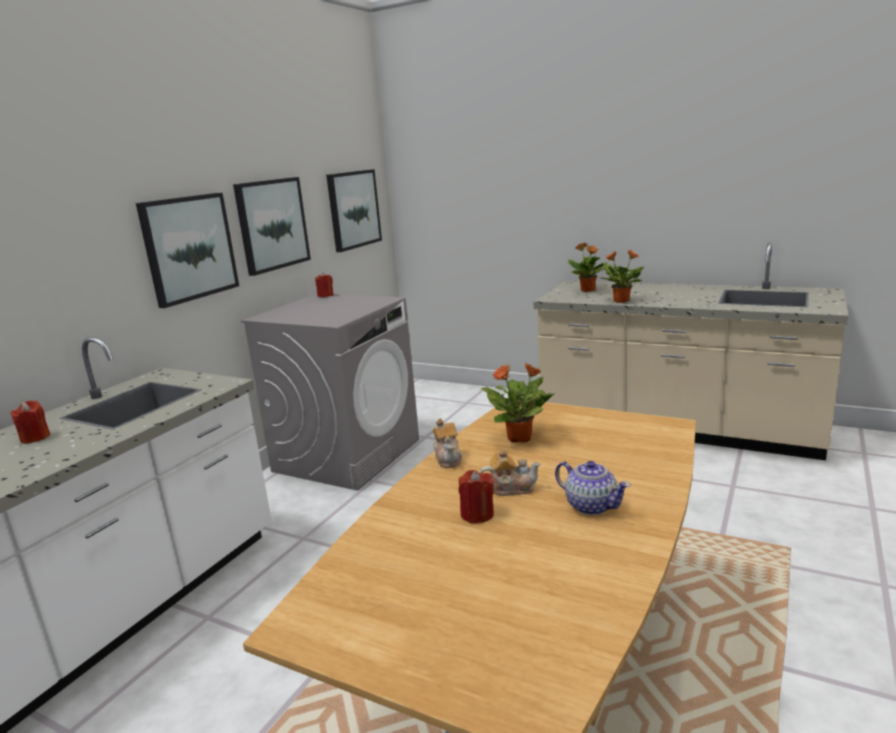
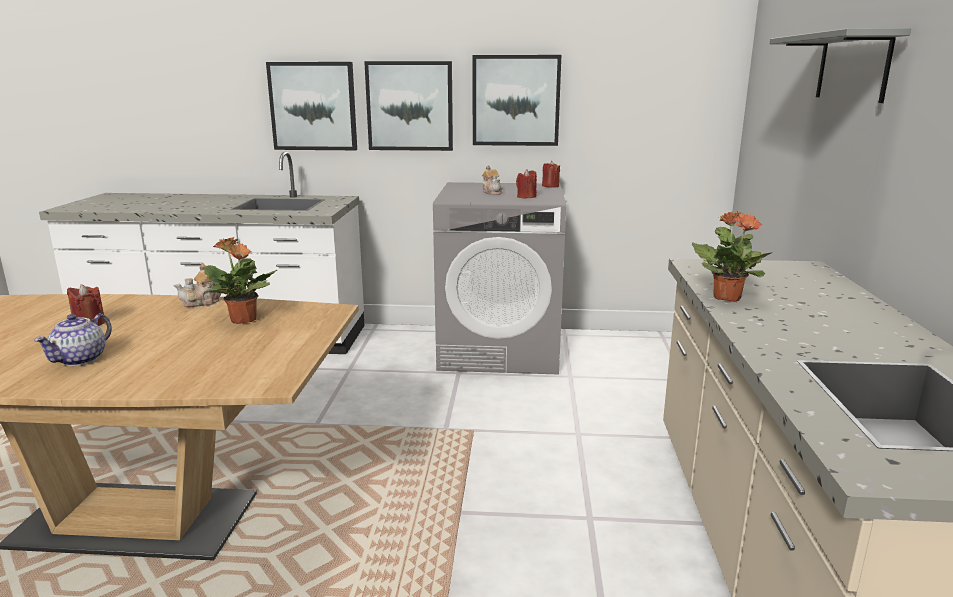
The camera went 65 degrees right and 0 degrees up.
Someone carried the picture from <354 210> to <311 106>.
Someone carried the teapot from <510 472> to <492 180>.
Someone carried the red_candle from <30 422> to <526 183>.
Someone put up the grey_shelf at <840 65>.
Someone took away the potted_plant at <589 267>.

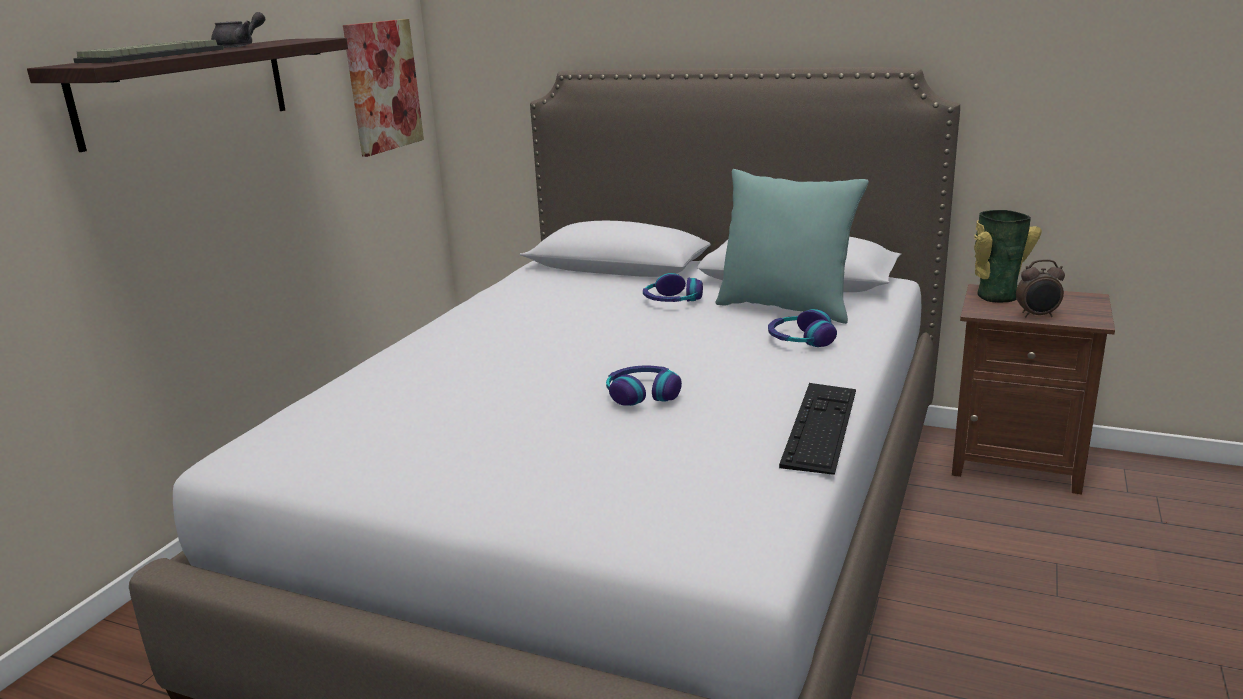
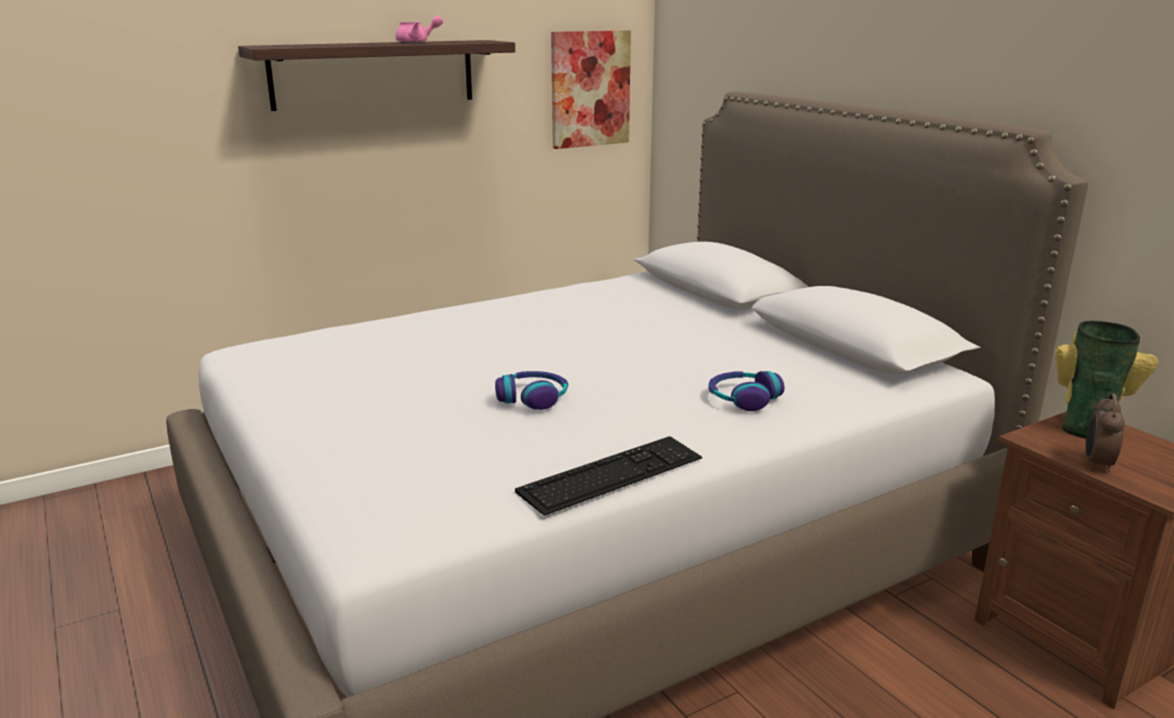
The camera went 35 degrees right and 0 degrees up.
Someone repainted the grey_teapot at <238 30>, which became the pink_teapot at <419 29>.
Someone rotated the alarm_clock at <1040 288> by 75 degrees clockwise.
Someone took away the keyboard at <148 51>.
Someone took away the headphones at <673 287>.
Someone took away the turquoise_pillow at <792 246>.

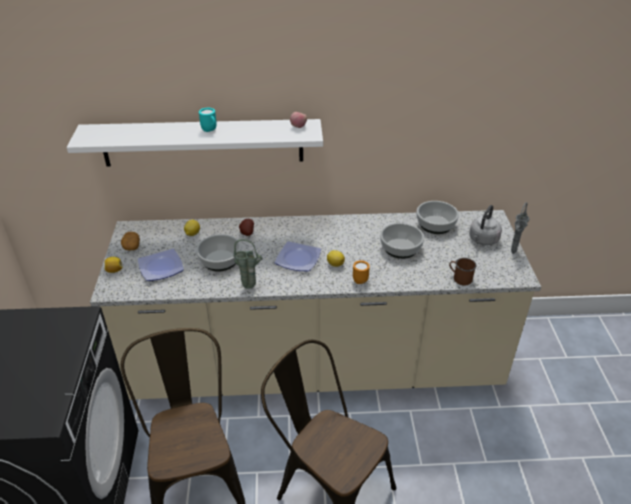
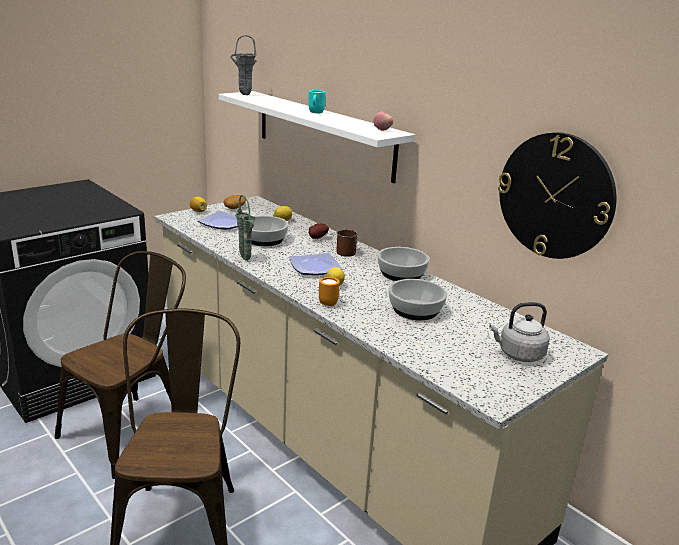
The camera went 50 degrees right and 15 degrees down.
Someone carried the grey_vase from <520 228> to <243 65>.
Someone carried the brown_mug from <463 271> to <347 243>.
Someone carried the bowl from <438 217> to <403 264>.
Someone put up the wall_clock at <557 195>.

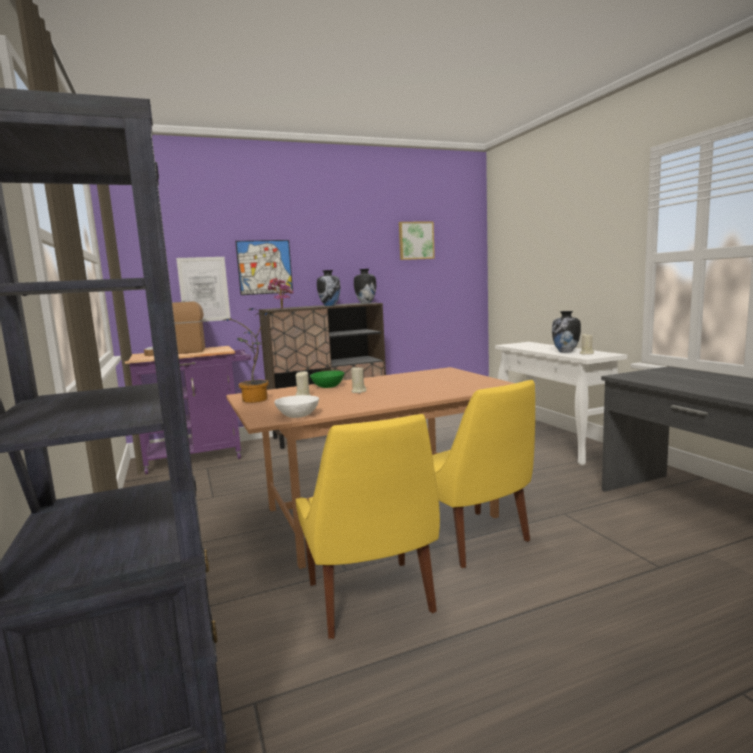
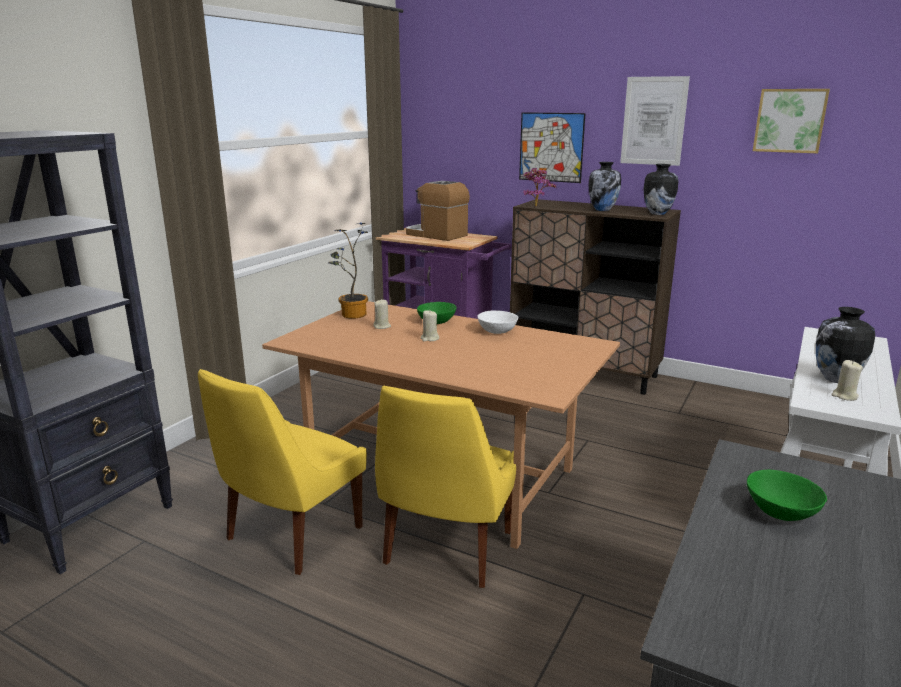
The camera went 50 degrees right and 10 degrees up.
Someone carried the white_bowl from <296 406> to <497 322>.
Someone carried the picture from <203 289> to <655 121>.
Someone put down the green_bowl at <787 495>.

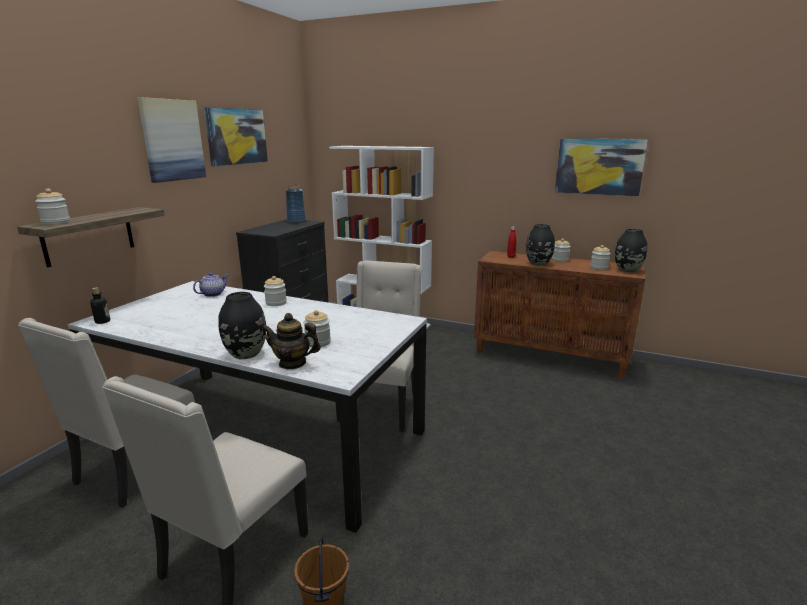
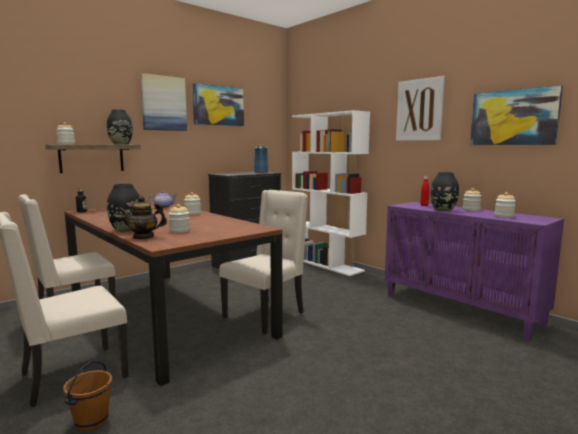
The camera went 25 degrees right and 10 degrees down.
Someone repainted the white_dining_table at <247 407>, which became the brown_dining_table at <173 294>.
Someone carried the black_vase from <631 251> to <120 126>.
Someone rotated the teapot at <291 341> by 45 degrees counterclockwise.
Someone repainted the brown_cabinet at <560 314>, which became the purple_cabinet at <474 271>.
Someone put up the picture at <420 108>.

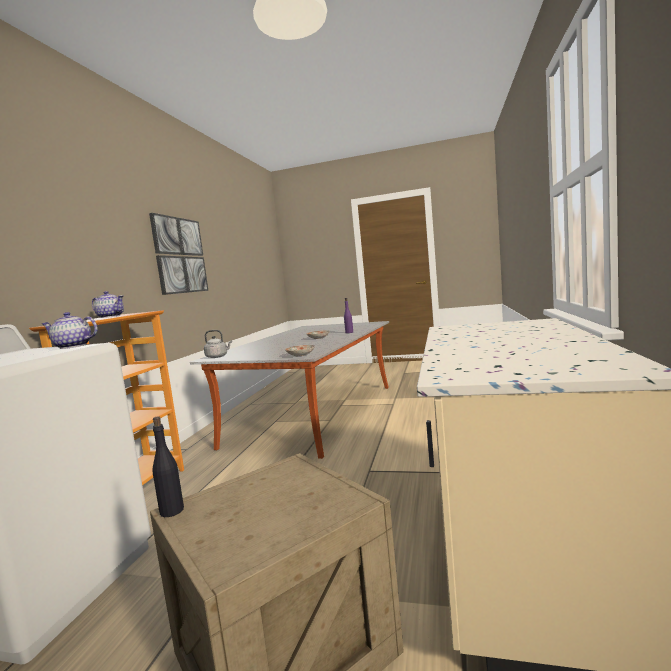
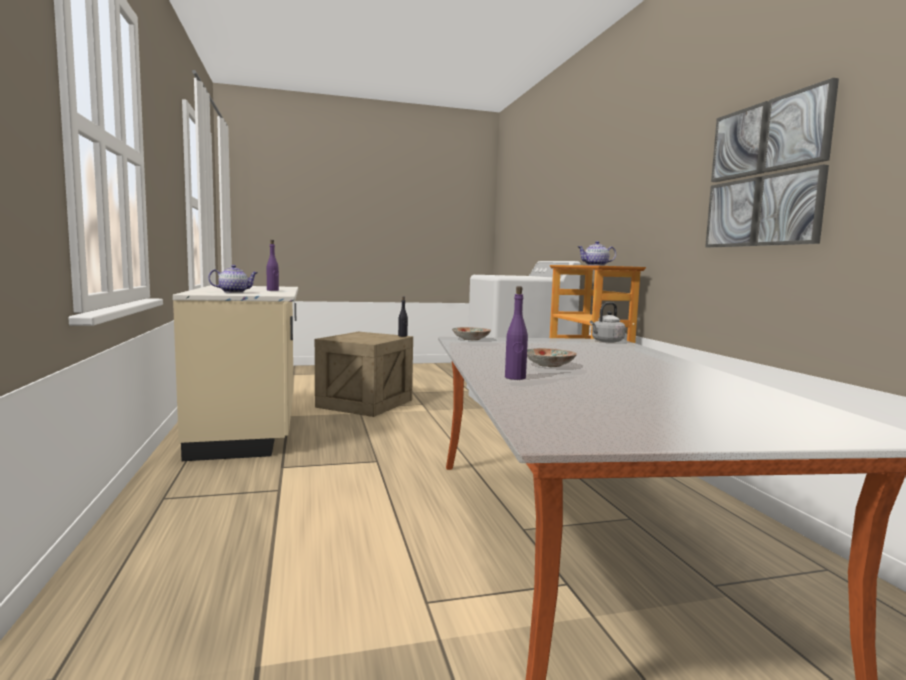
The camera went 150 degrees right and 0 degrees up.
Someone carried the teapot from <70 330> to <233 279>.
Someone put down the purple_bottle at <273 265>.

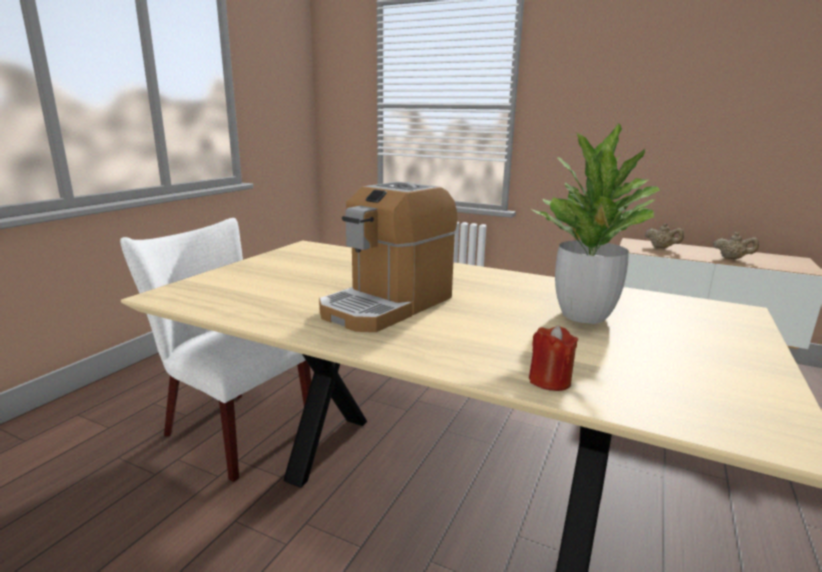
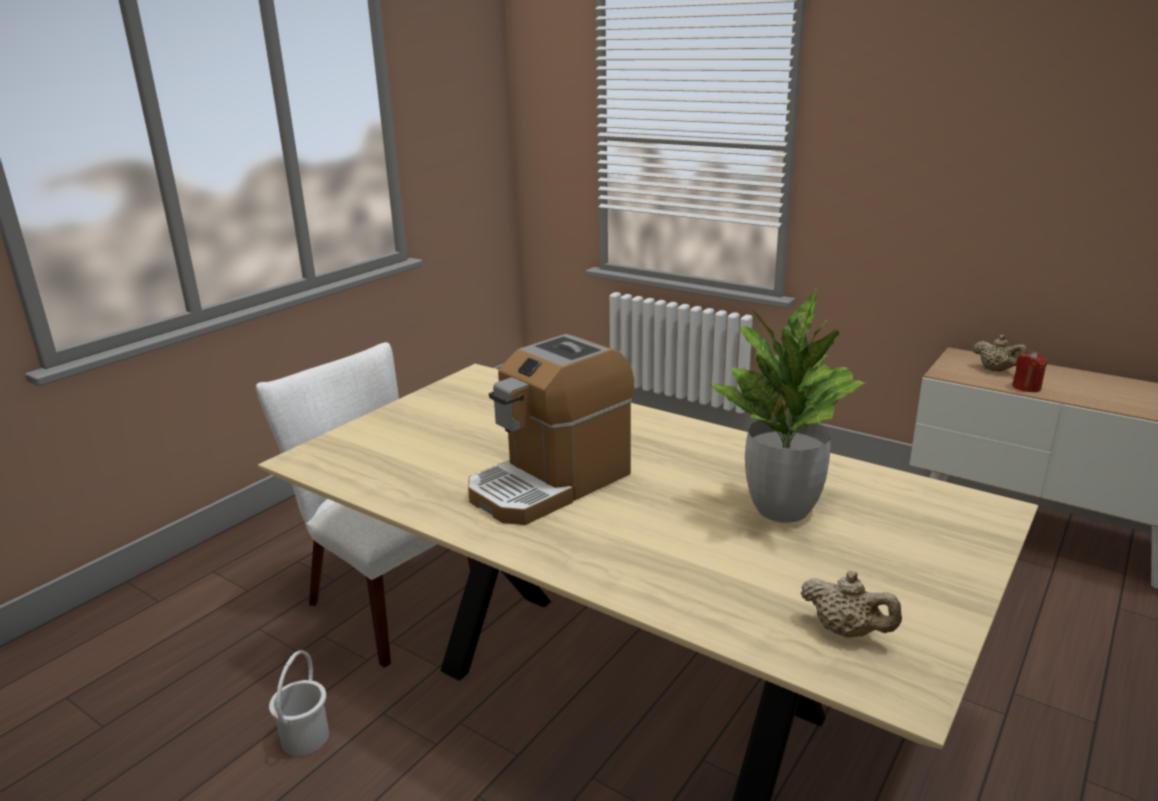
The camera went 10 degrees right and 5 degrees up.
Someone put down the white_bucket at <299 703>.
Someone carried the beige_teapot from <736 245> to <851 604>.
Someone carried the red_candle from <553 358> to <1030 371>.

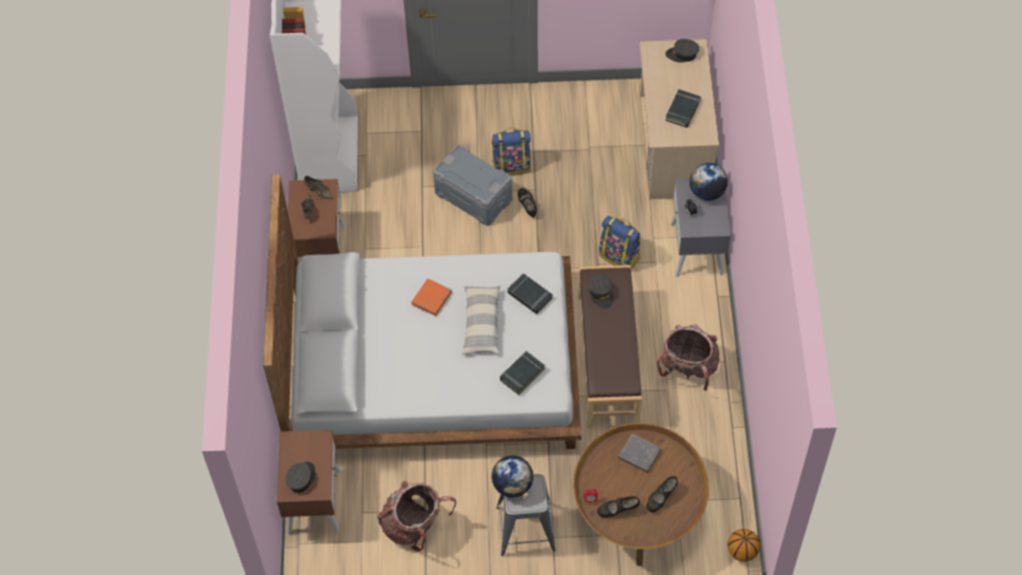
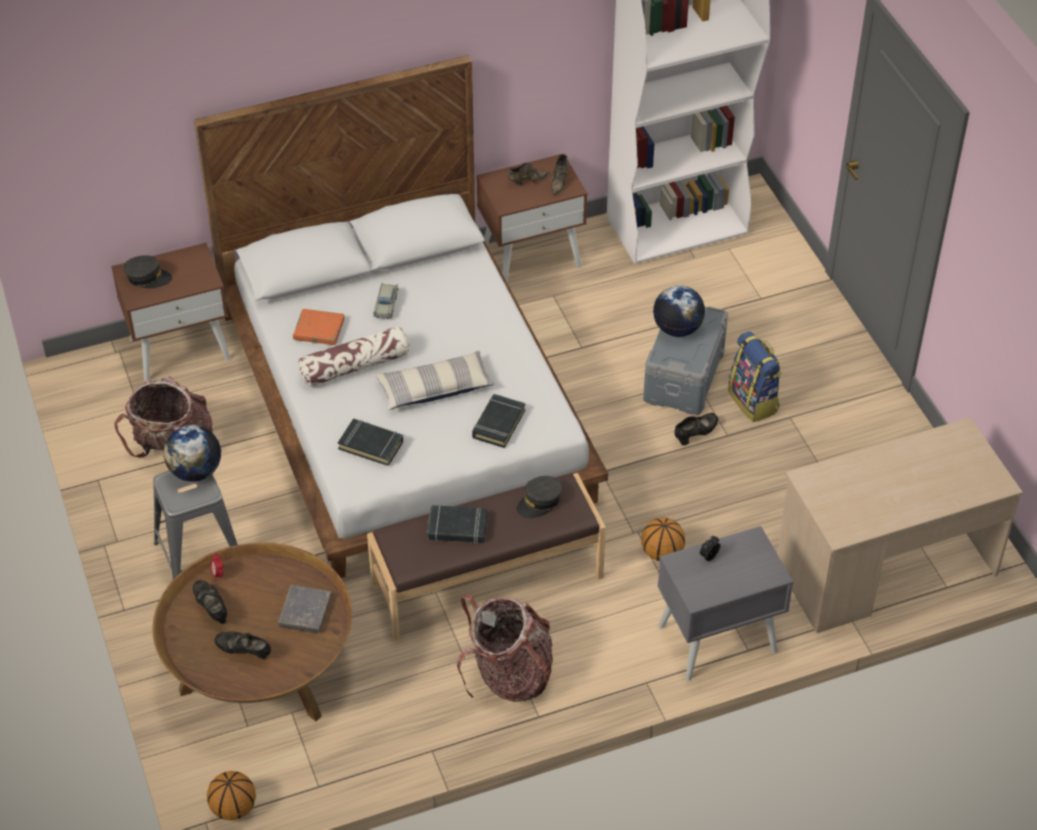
The camera went 70 degrees right and 10 degrees down.
Someone carried the orange_book from <431 297> to <319 327>.
Someone put down the pillow at <353 356>.
Someone put down the beige_toy_car at <385 301>.
Someone carried the black_book from <683 108> to <457 524>.
Someone swapped the backpack at <620 243> for the basketball at <663 539>.
Someone carried the globe from <708 182> to <679 311>.
Someone took away the grey_cap at <682 50>.

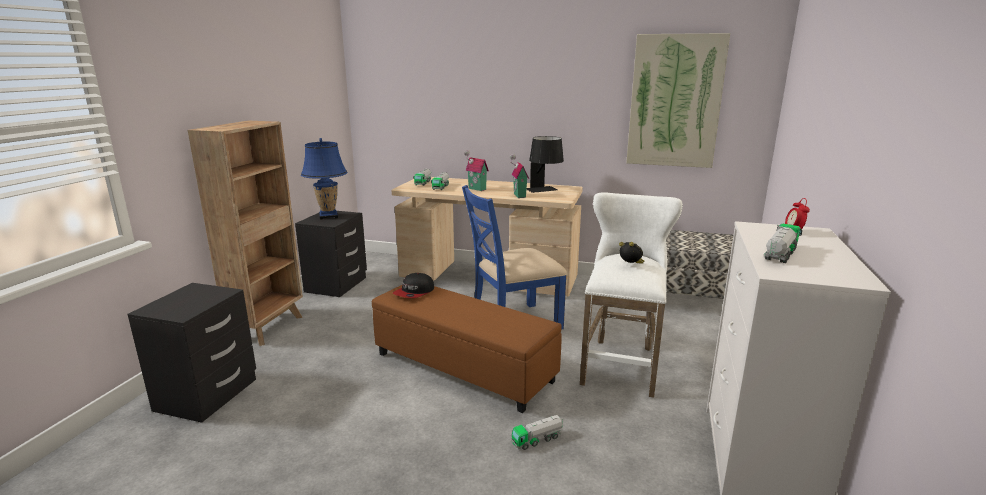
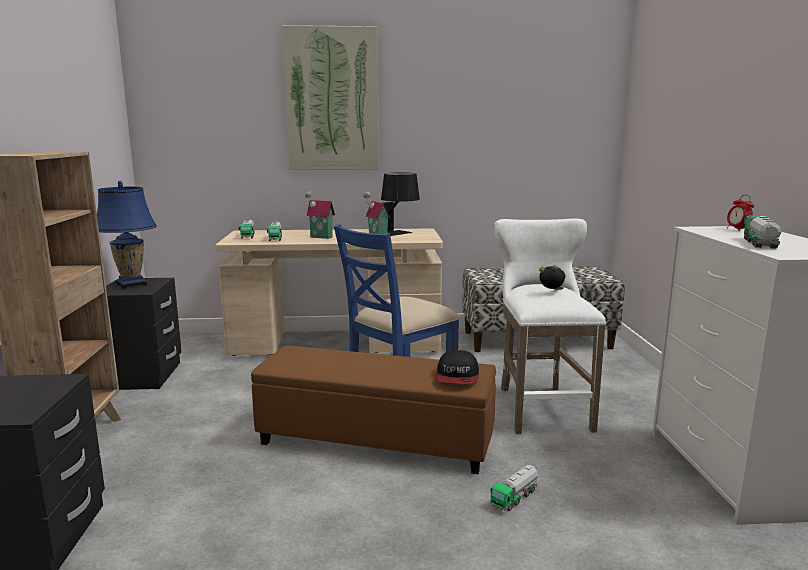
The camera went 20 degrees left and 5 degrees down.
Someone carried the picture from <678 100> to <330 97>.
Someone carried the cap from <413 285> to <457 367>.

